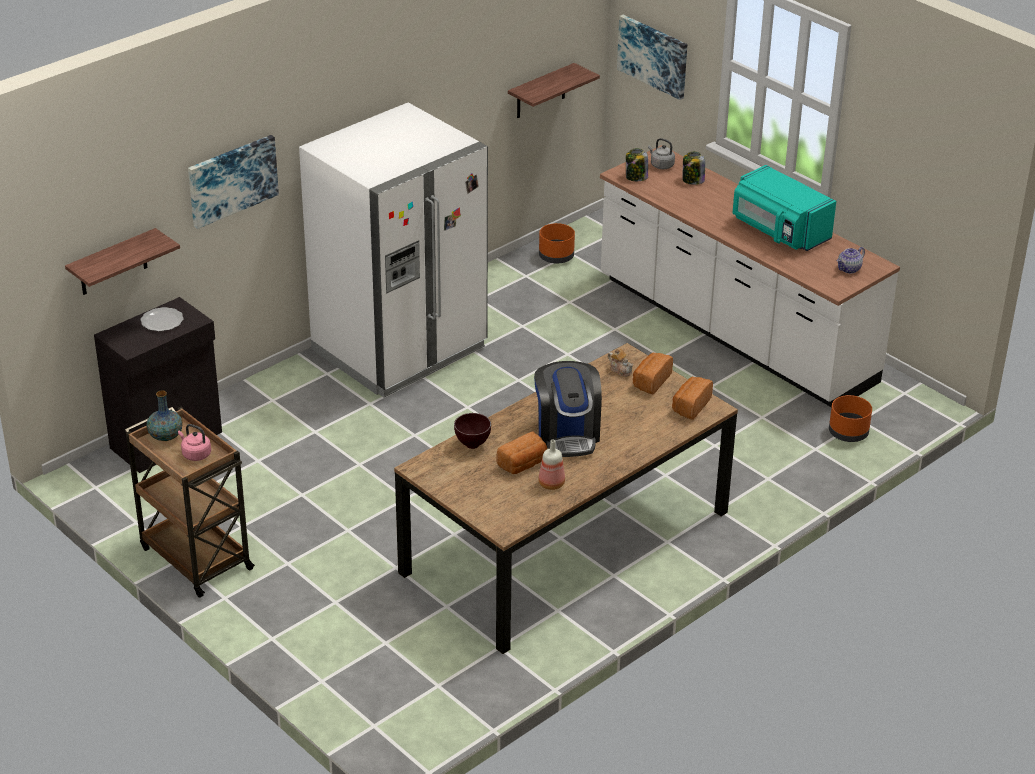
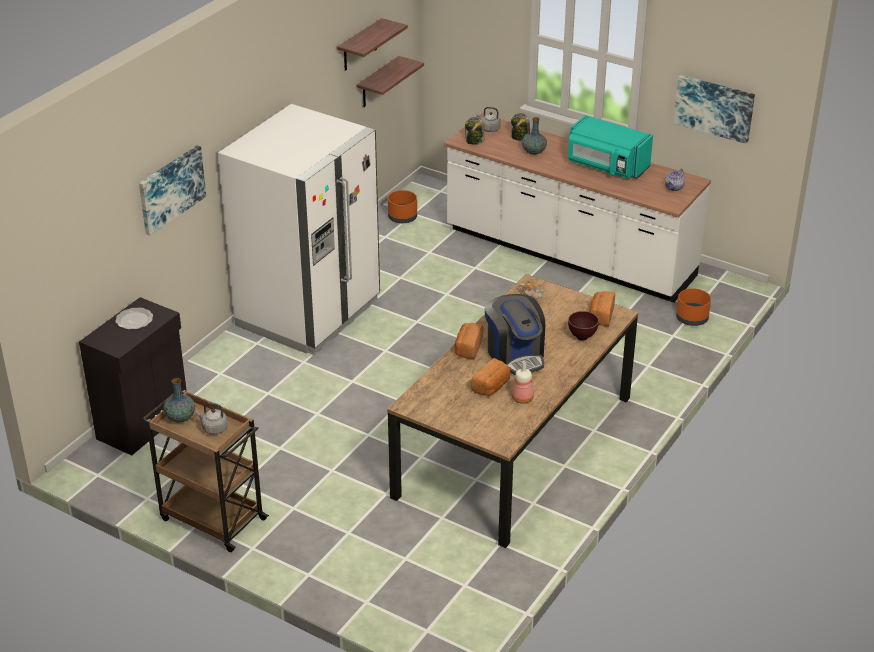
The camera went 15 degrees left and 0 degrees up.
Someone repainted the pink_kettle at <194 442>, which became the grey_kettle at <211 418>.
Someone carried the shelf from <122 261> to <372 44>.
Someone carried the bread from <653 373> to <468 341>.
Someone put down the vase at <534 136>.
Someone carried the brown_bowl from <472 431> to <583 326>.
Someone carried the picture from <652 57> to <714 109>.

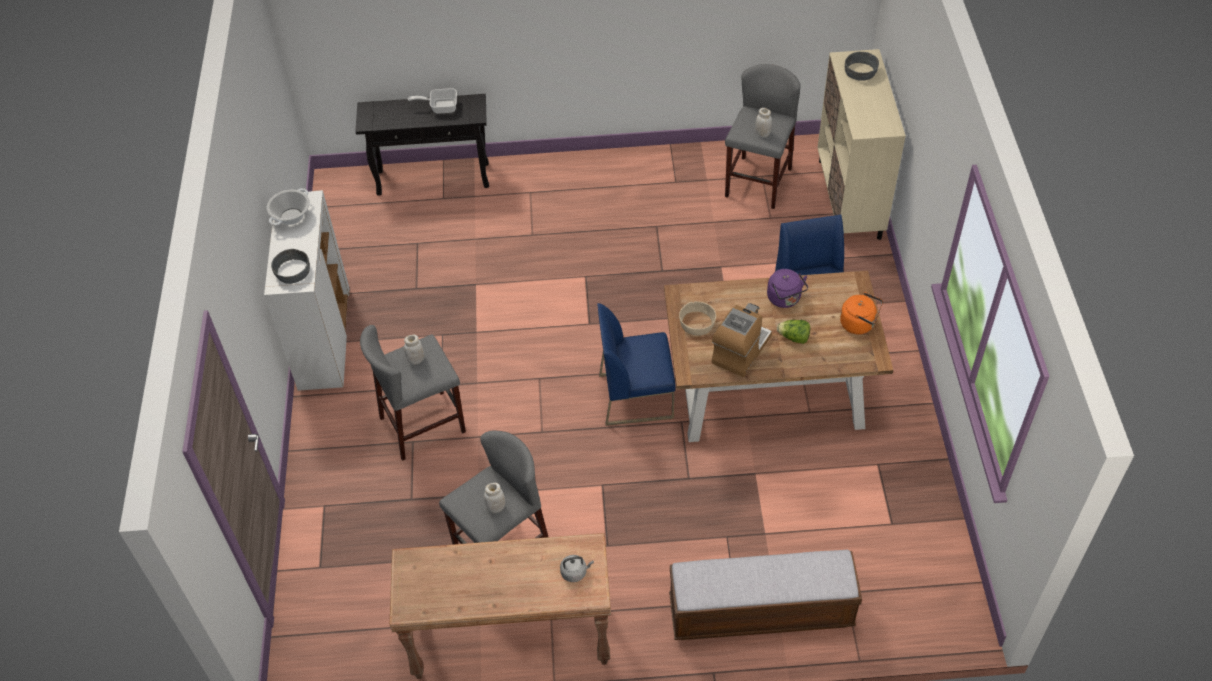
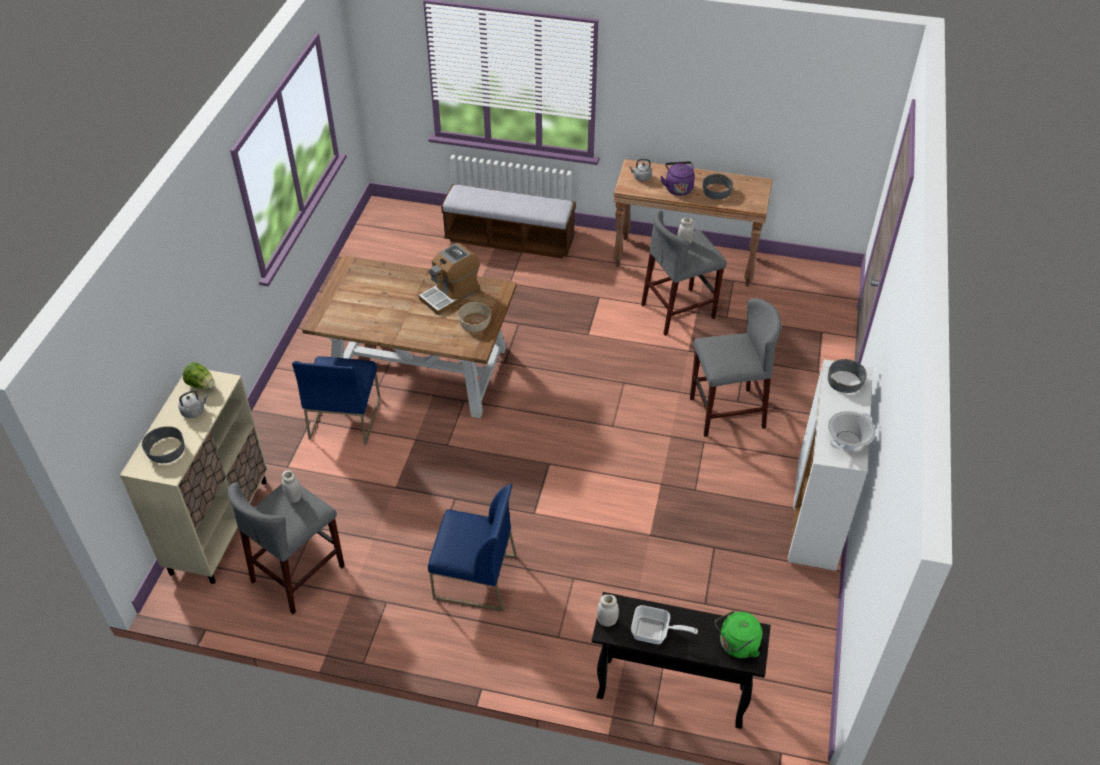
The camera went 165 degrees left and 5 degrees down.
Someone put down the grey_kettle at <193 404>.
Someone carried the lettuce from <793 332> to <199 375>.
Someone carried the blue_chair from <636 364> to <472 547>.
Someone carried the white_jar from <414 350> to <608 610>.
Someone carried the purple_kettle from <787 288> to <677 178>.
Someone put down the grey_bowl at <718 186>.
Someone put down the green_kettle at <738 634>.
Someone took away the orange_kettle at <861 313>.

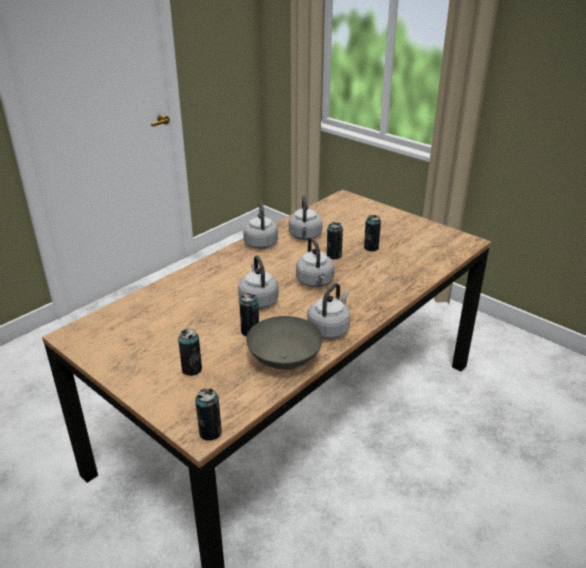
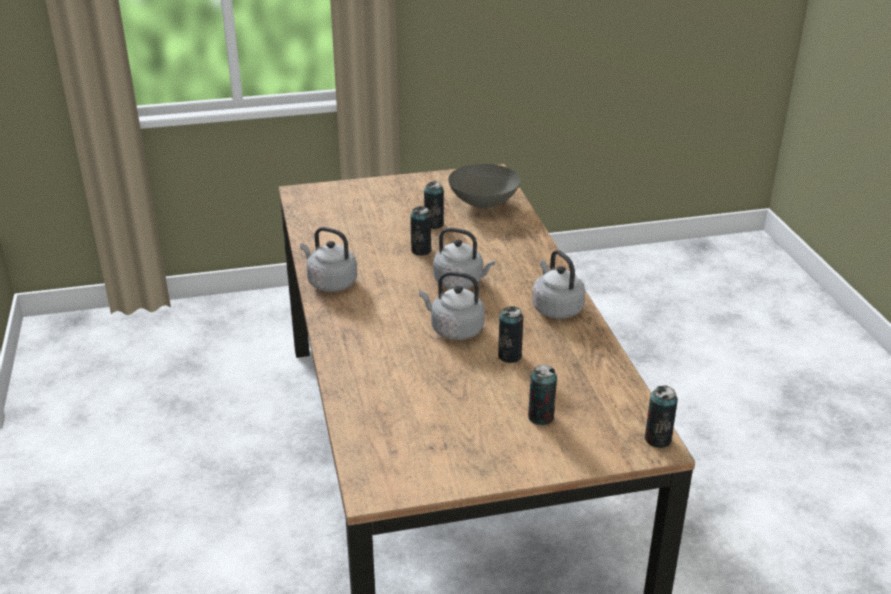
The camera went 55 degrees left and 0 degrees up.
Someone carried the grey_bowl from <284 342> to <484 186>.
Someone took away the grey_kettle at <306 217>.

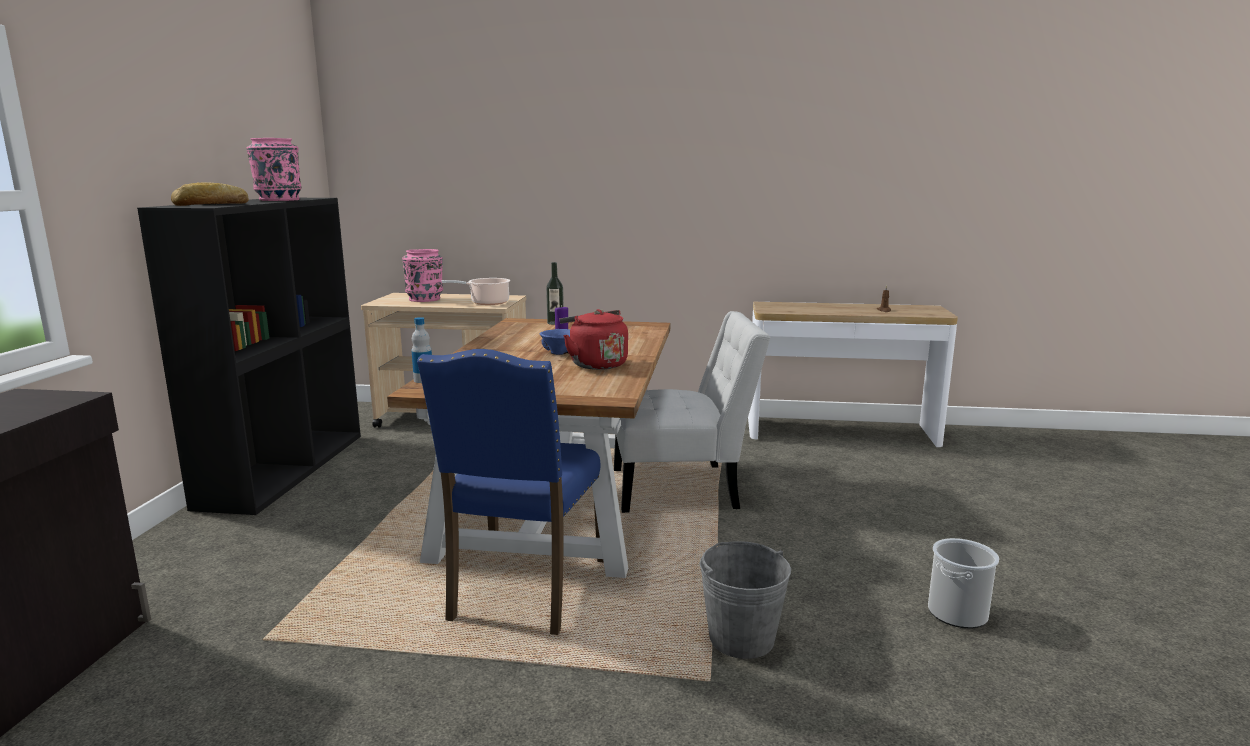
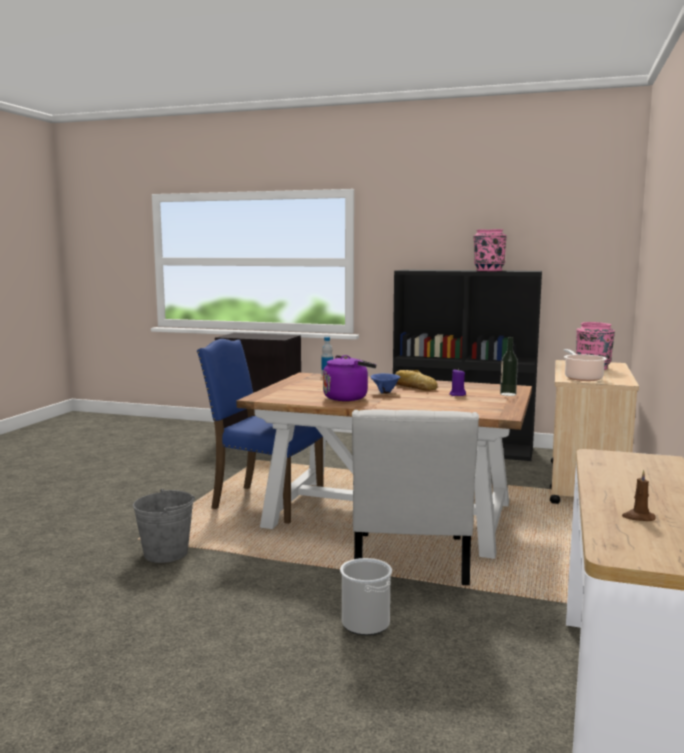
The camera went 100 degrees right and 5 degrees down.
Someone repainted the red_kettle at <594 339>, which became the purple_kettle at <349 378>.
Someone carried the bucket from <963 583> to <366 596>.
Someone carried the bread from <210 194> to <416 380>.

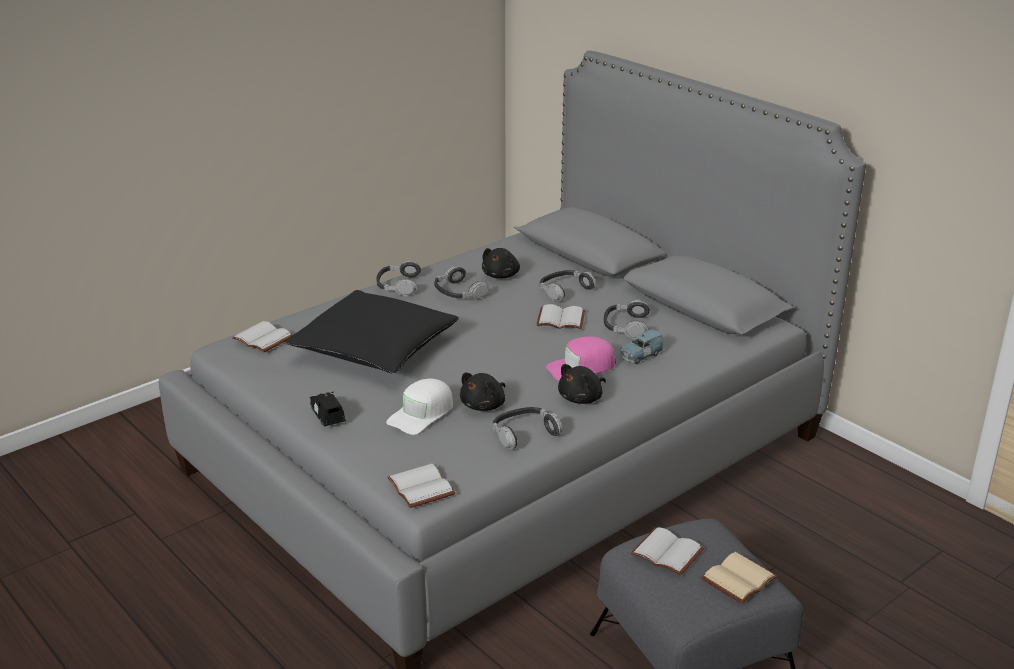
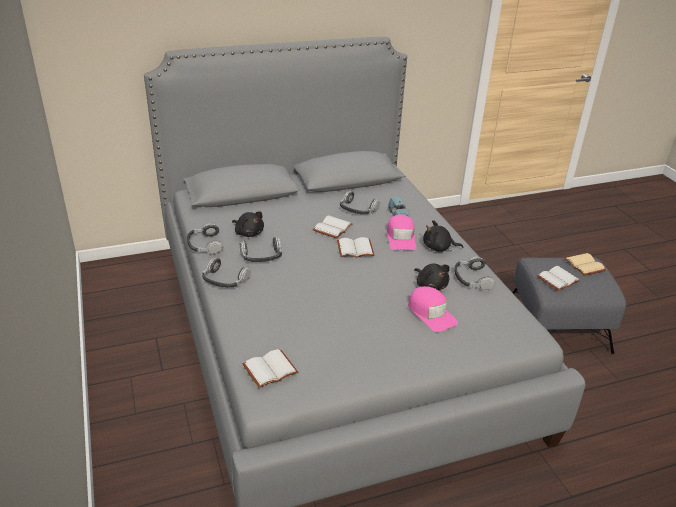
The camera went 70 degrees left and 5 degrees up.
Someone carried the headphones from <568 285> to <205 239>.
Someone carried the white_book from <421 486> to <356 247>.
Someone repainted the white_cap at <419 407>, which became the pink_cap at <433 309>.
Someone rotated the black_plush_toy at <582 384> by 120 degrees clockwise.
Someone took away the black_pillow at <372 332>.
Someone took away the black_toy_car at <328 409>.

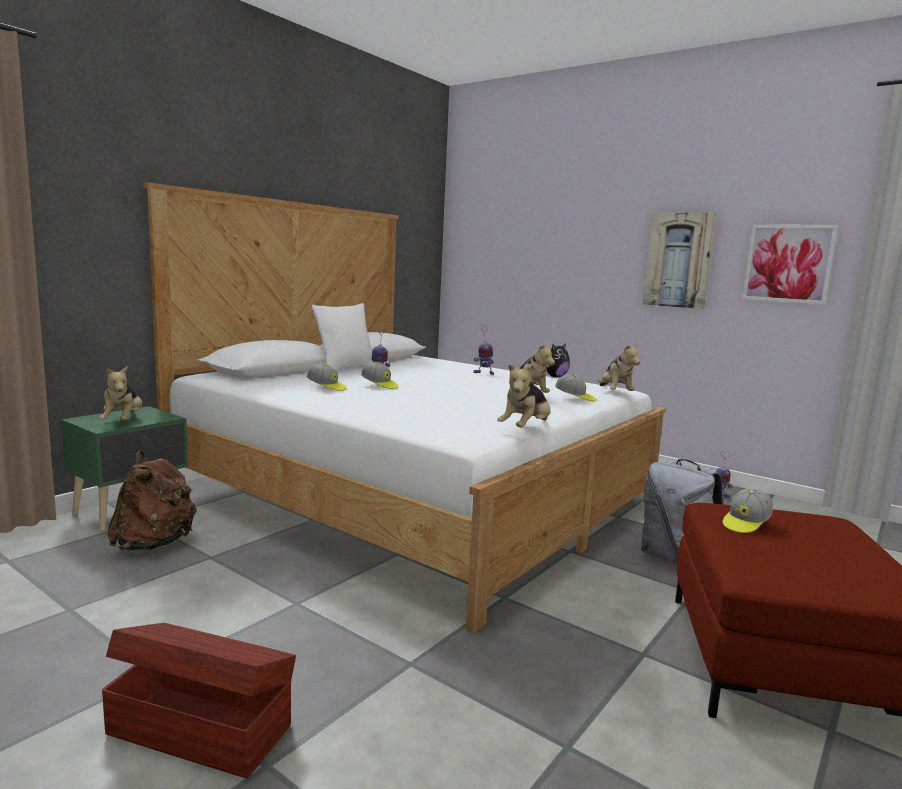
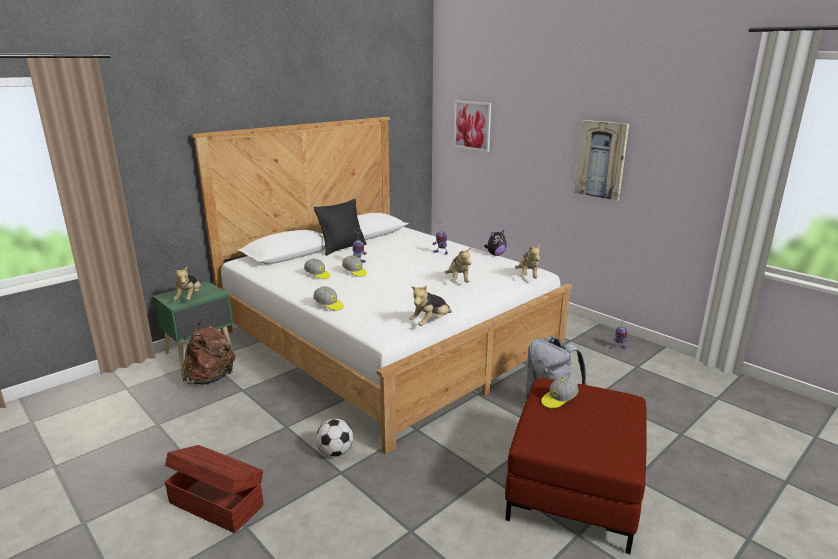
The camera went 10 degrees right and 10 degrees up.
Someone carried the cap from <576 388> to <328 298>.
Someone repainted the white_pillow at <342 336>, which became the black_pillow at <340 227>.
Someone put down the football at <334 438>.
Someone carried the picture from <790 265> to <472 126>.

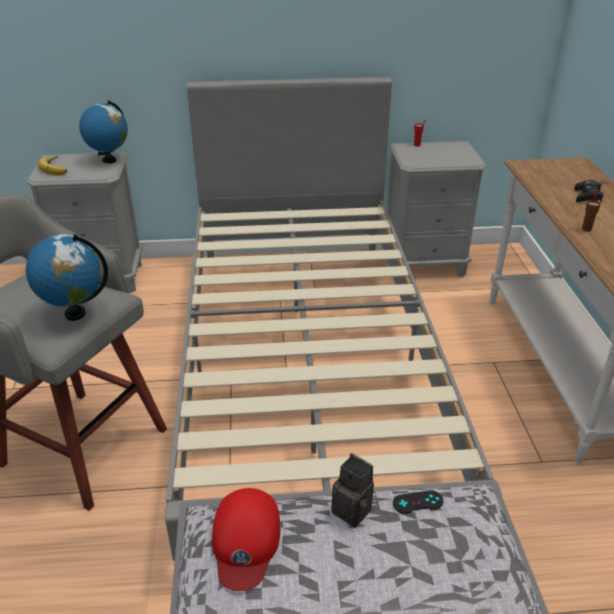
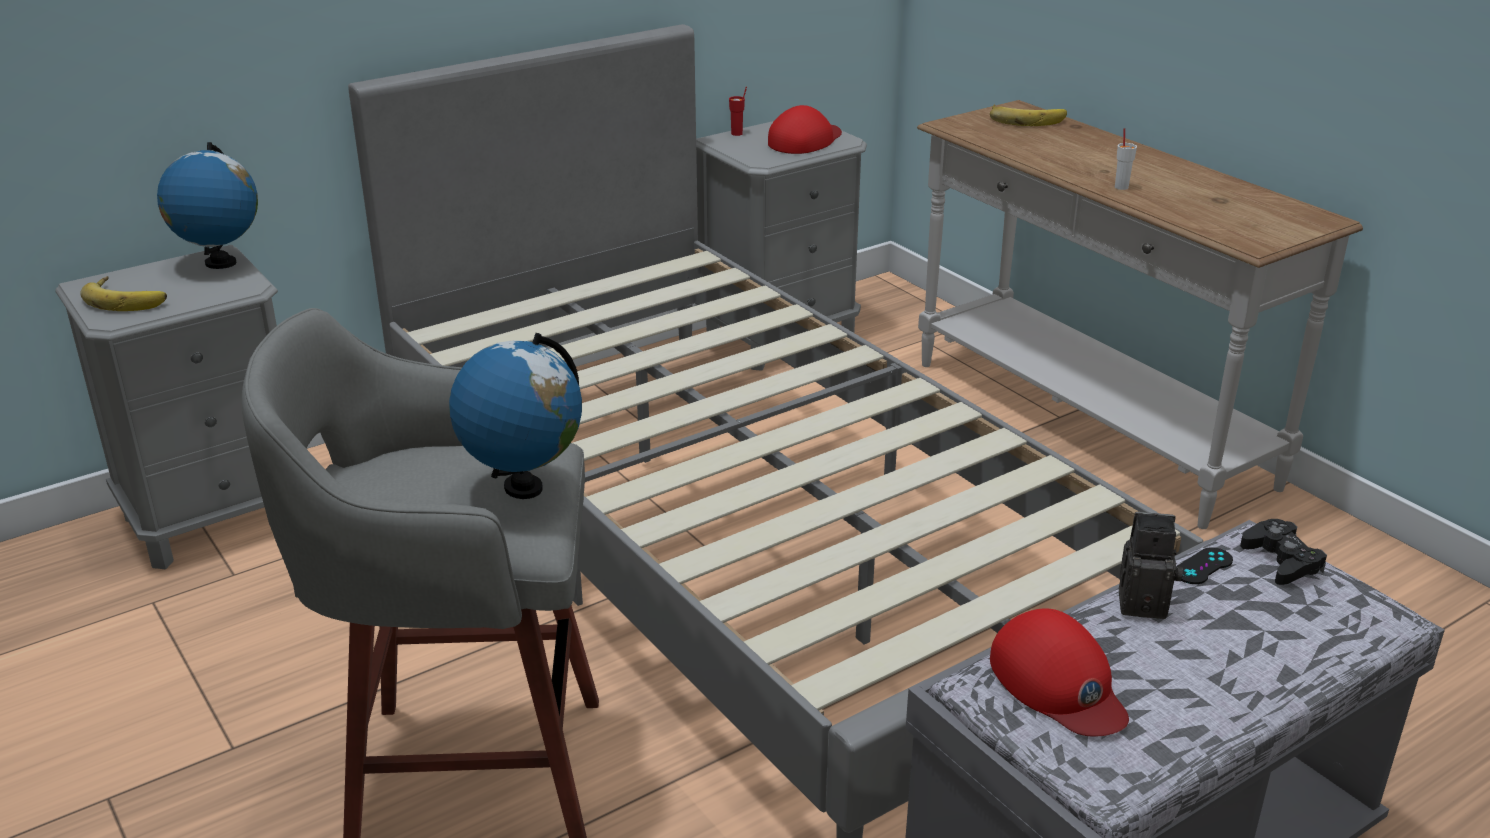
The camera went 30 degrees left and 5 degrees down.
Someone put down the red_cap at <805 129>.
Someone put down the banana at <1028 115>.
Someone repainted the brown_cup at <591 211>, which became the white_cup at <1126 159>.
Someone carried the black_game_controller from <589 191> to <1283 552>.

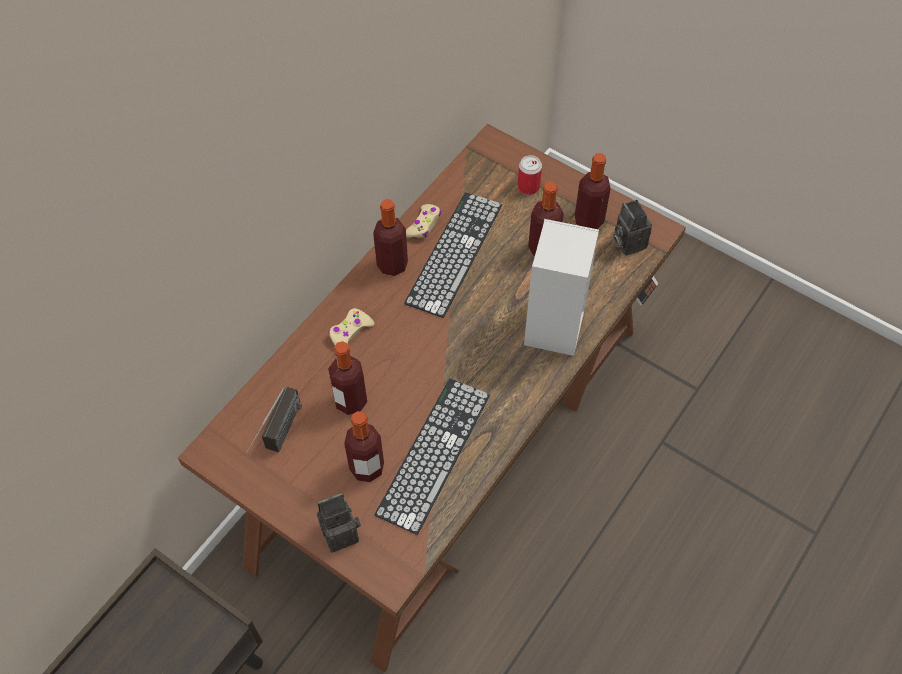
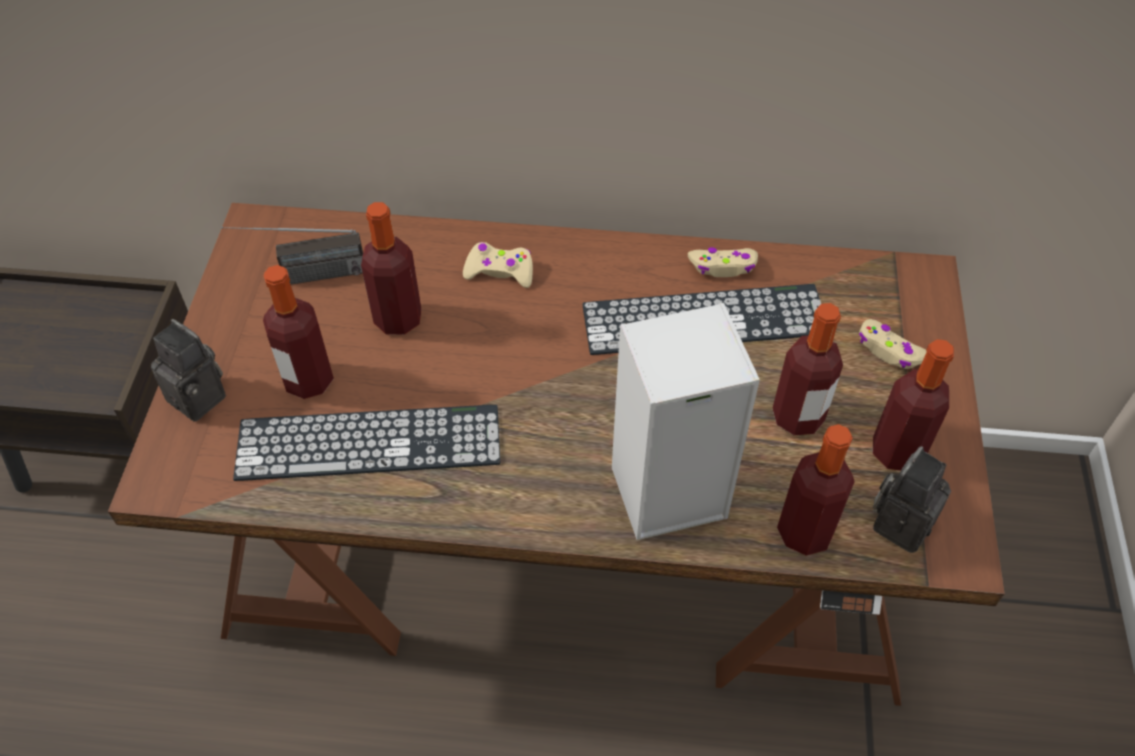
The camera went 60 degrees right and 5 degrees down.
Someone carried the bottle from <390 237> to <816 490>.
Someone swapped the can at <529 175> for the beige_game_controller at <893 344>.

